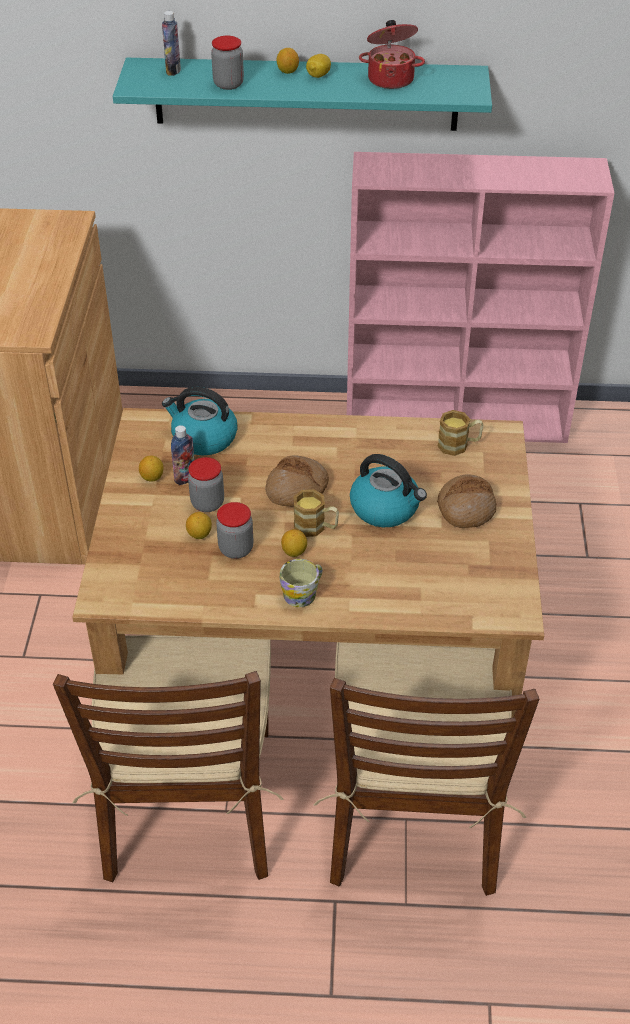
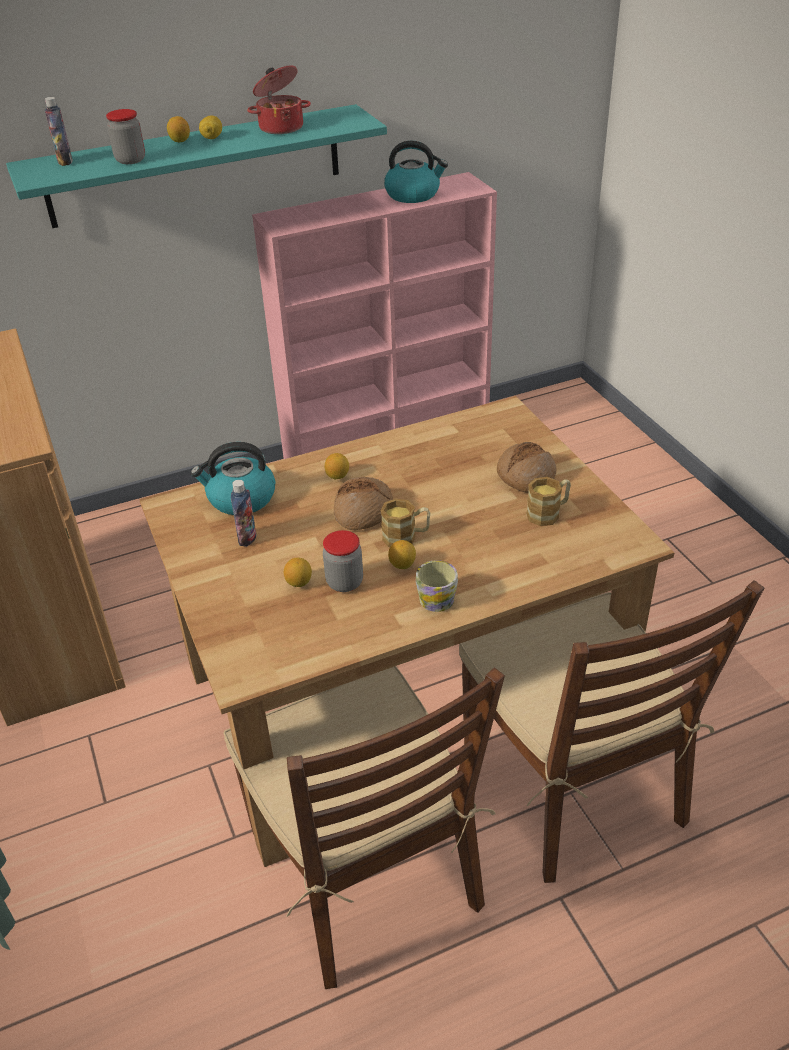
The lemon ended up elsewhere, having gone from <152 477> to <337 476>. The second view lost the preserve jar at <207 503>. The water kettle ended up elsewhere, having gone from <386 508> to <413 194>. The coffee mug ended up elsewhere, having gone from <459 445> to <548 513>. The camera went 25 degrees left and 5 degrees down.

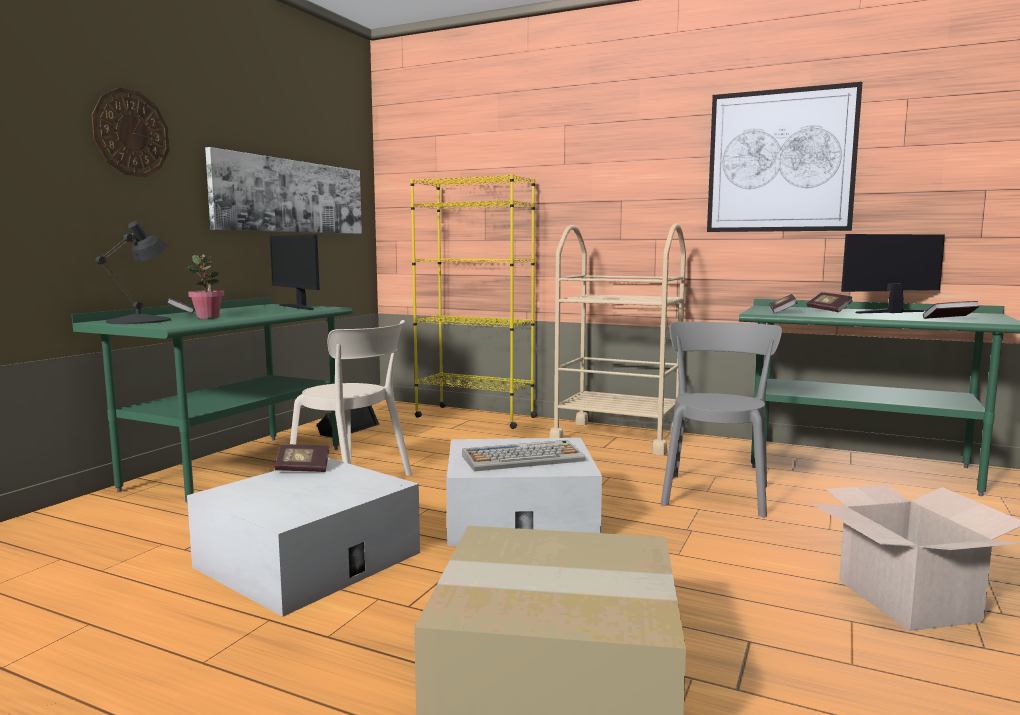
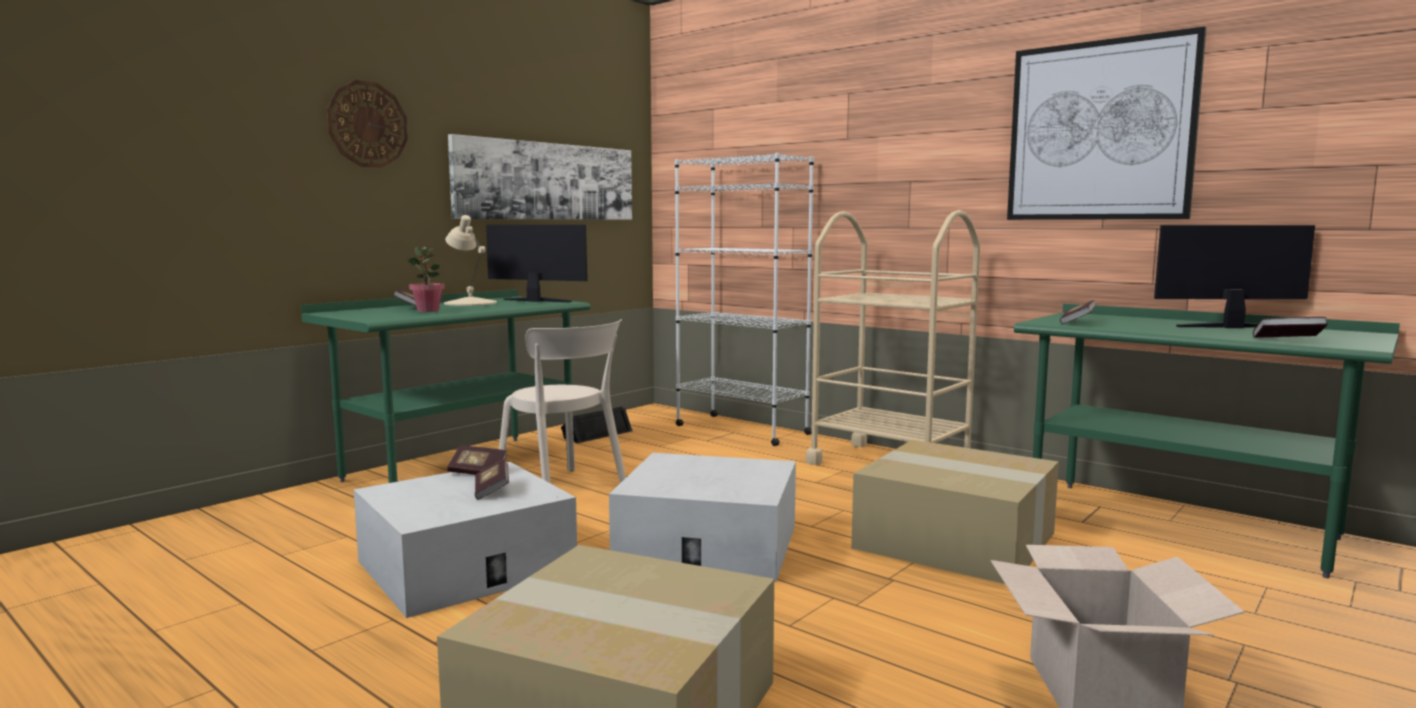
The second view lost the black-coloured tabletop lamp at <140 321>. The computer screen at <298 307> ended up facing another way, 135 degrees clockwise from before. What was the yellow shelving unit at <475 417> turned into the white shelving unit at <741 429>. The second view lost the computer keyboard at <524 458>. Where the grey chair stood at <715 493>, the packing box came to stand at <958 540>. The volume ended up elsewhere, having gone from <828 310> to <492 490>. The second view gained the beige-coloured tabletop lamp at <470 303>. The camera went 15 degrees right and 0 degrees up.

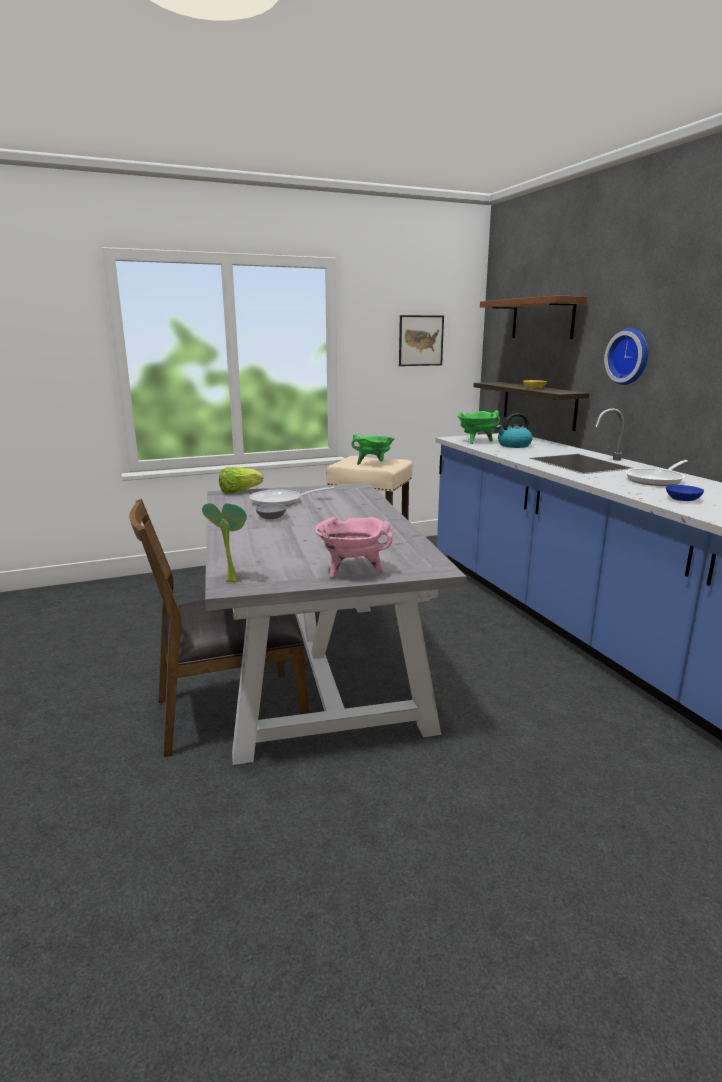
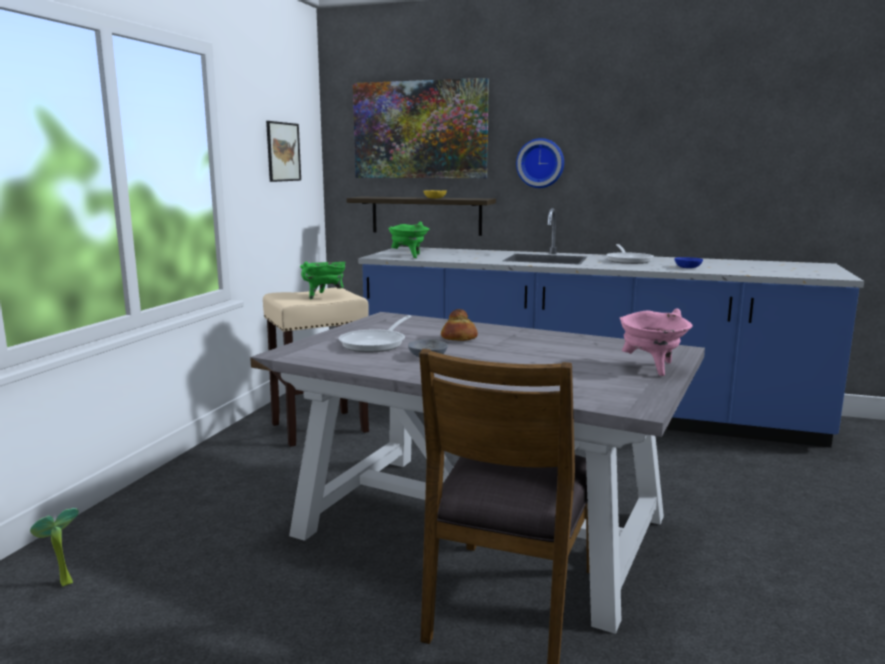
The plant in a pot ended up elsewhere, having gone from <230 579> to <62 583>. The second view lost the lettuce at <239 492>. Where the brown bracket shelf hung at <542 319>, the wall art came to hang at <420 130>. The second view lost the water kettle at <513 445>. The second view gained the bakery bread at <459 338>. The camera went 50 degrees left and 5 degrees down.

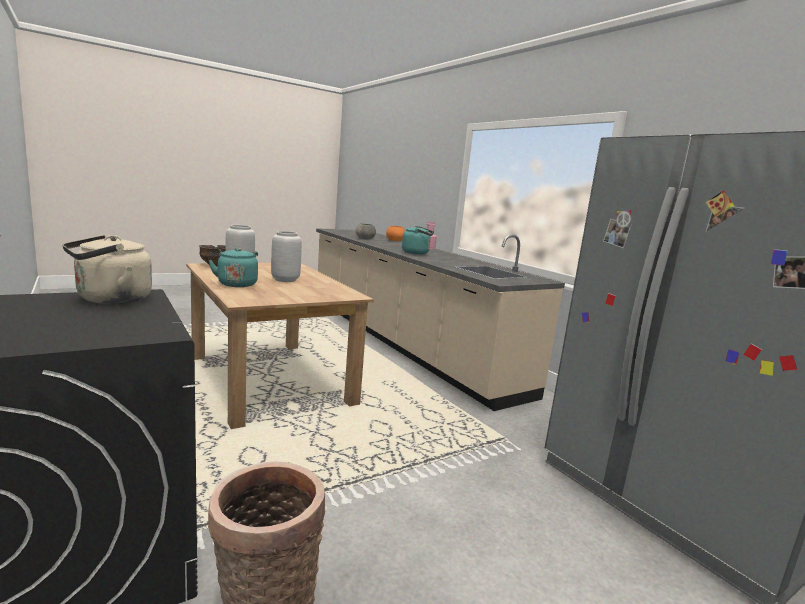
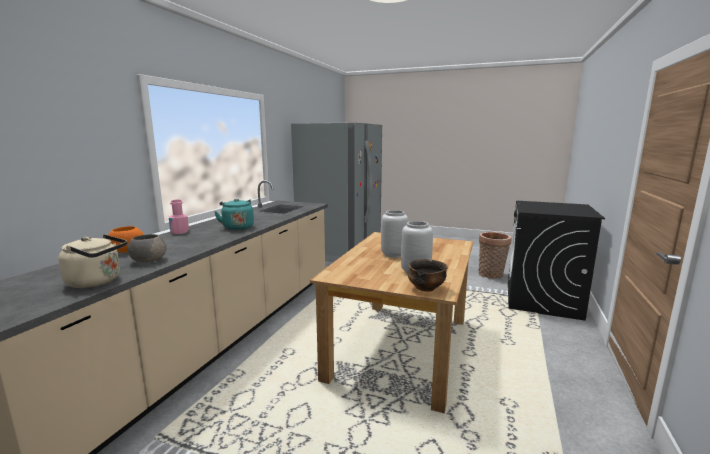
The beige-coloured water kettle ended up elsewhere, having gone from <110 299> to <97 282>. The second view lost the turquoise water kettle at <237 284>. The camera went 125 degrees left and 0 degrees up.

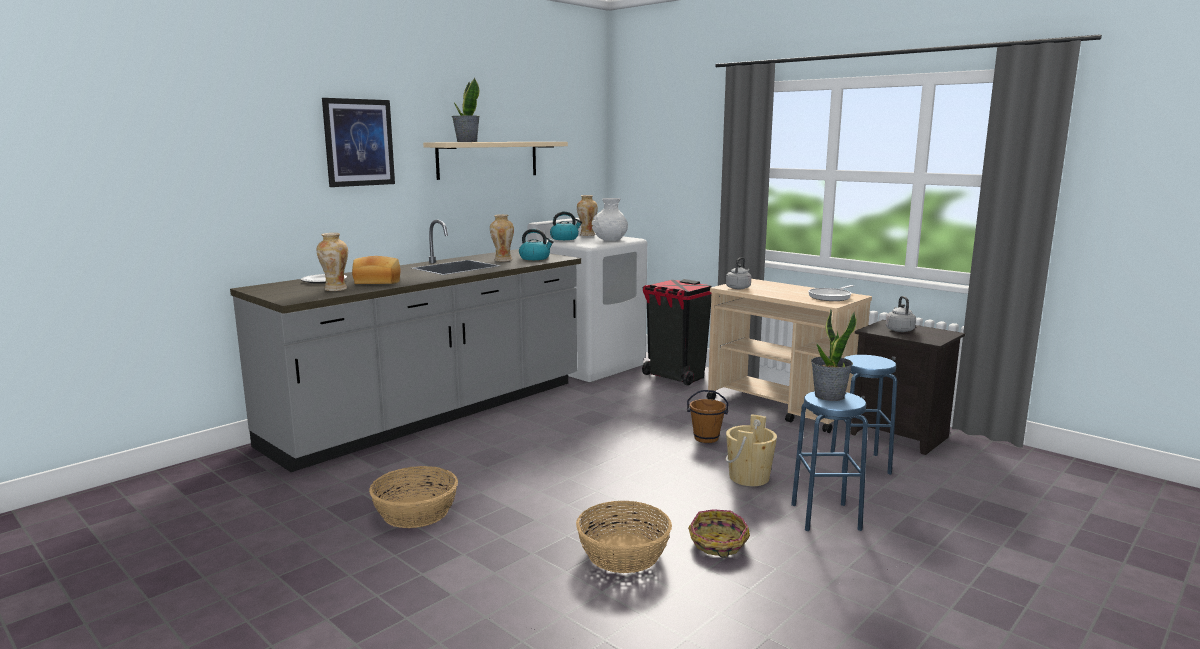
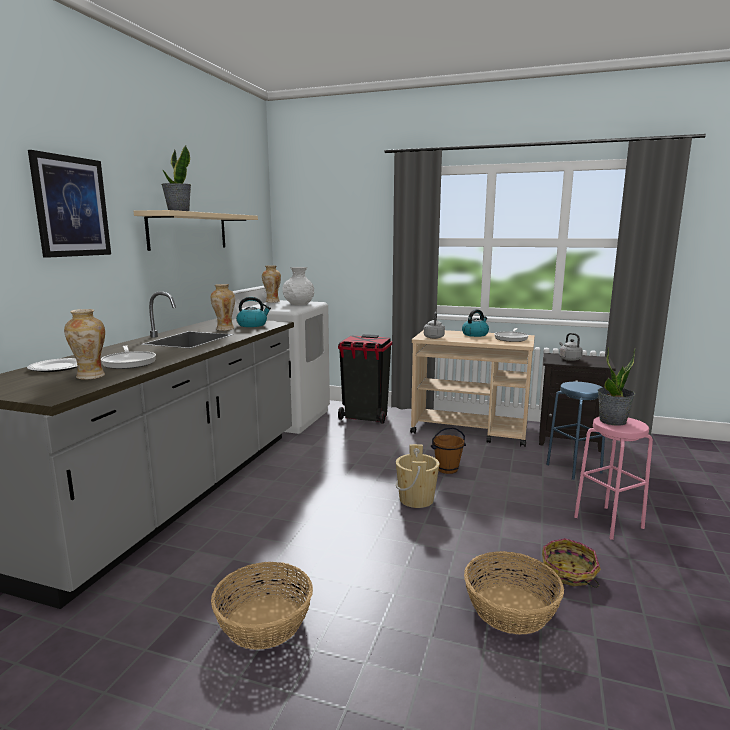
Where the bakery bread stood at <377 282>, the skillet came to stand at <129 362>. The water kettle ended up elsewhere, having gone from <565 238> to <475 334>. The beige-coloured bucket ended up elsewhere, having gone from <749 477> to <416 499>. What was the blue-coloured sitting stool at <825 516> turned into the pinkish sitting stool at <608 522>. The camera went 25 degrees left and 0 degrees up.

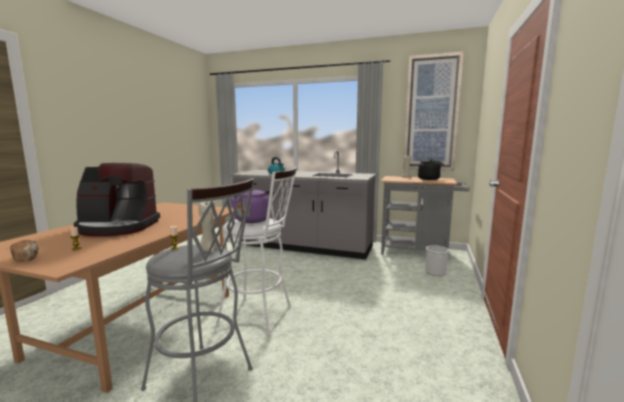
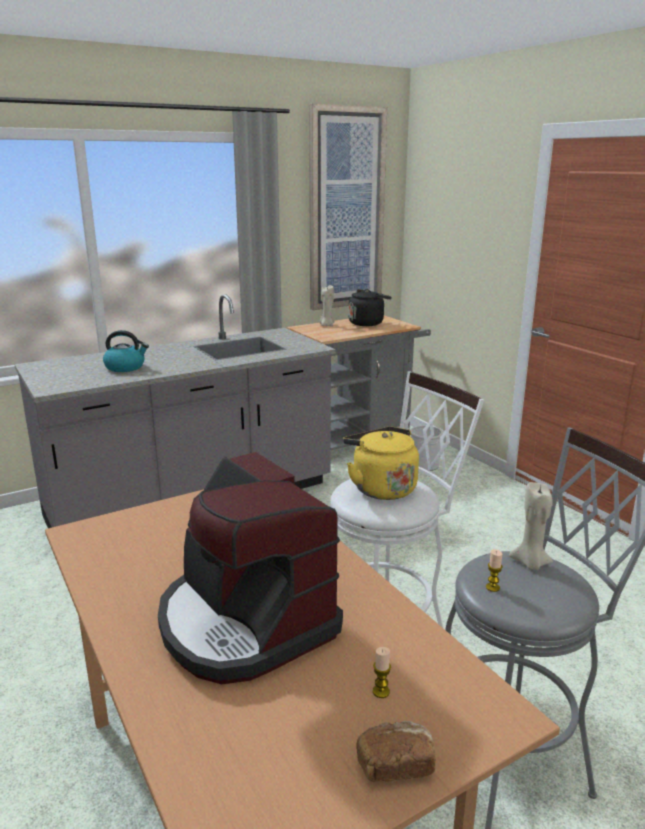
The coffee machine at <117 227> ended up facing another way, 105 degrees clockwise from before. What was the purple-coloured water kettle at <253 219> turned into the yellow water kettle at <381 488>. The camera went 50 degrees left and 10 degrees up.

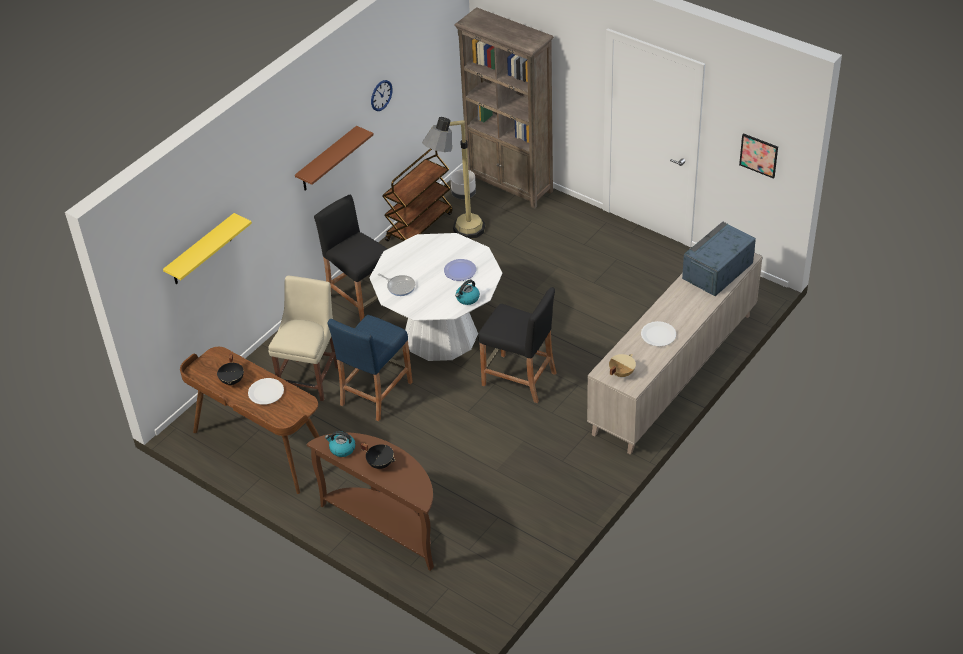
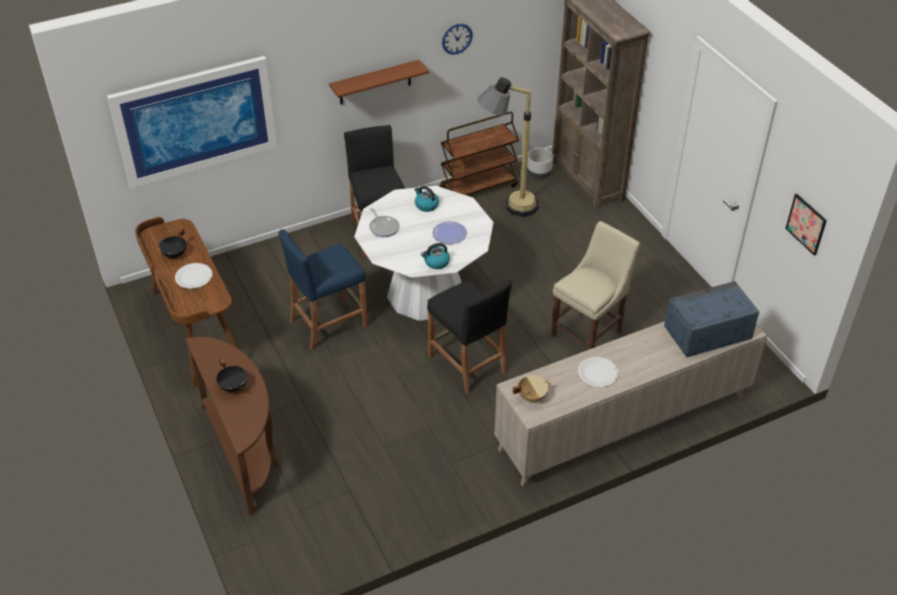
Where the yellow bracket shelf hung at <201 250>, the wall art came to hang at <195 121>. The beige-coloured chair ended up elsewhere, having gone from <311 377> to <589 332>. The water kettle ended up elsewhere, having gone from <342 449> to <426 205>. The camera went 25 degrees right and 0 degrees up.

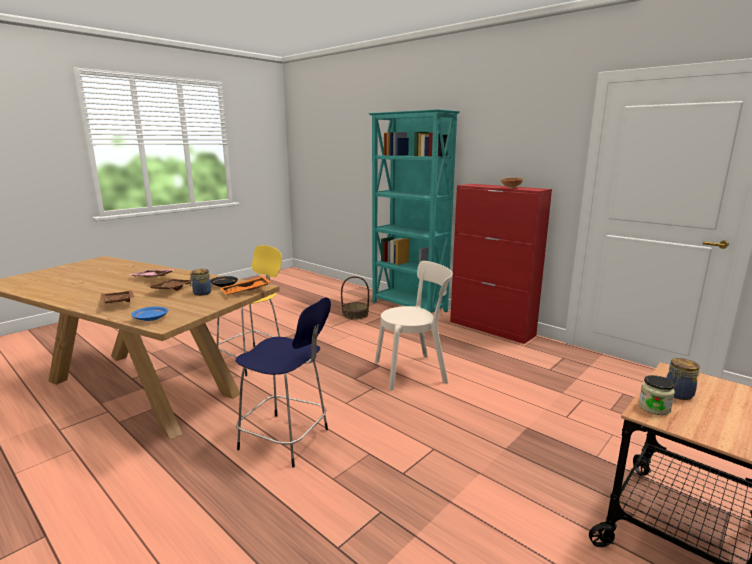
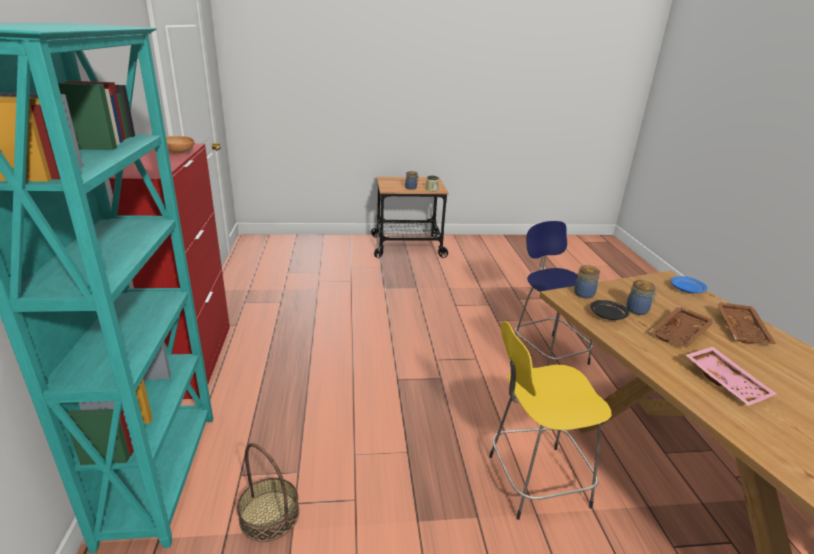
Where the orangey carrying tray stood at <246 292>, the preserve jar came to stand at <583 293>. The second view lost the beige-coloured chair at <413 372>. The camera went 140 degrees left and 10 degrees up.

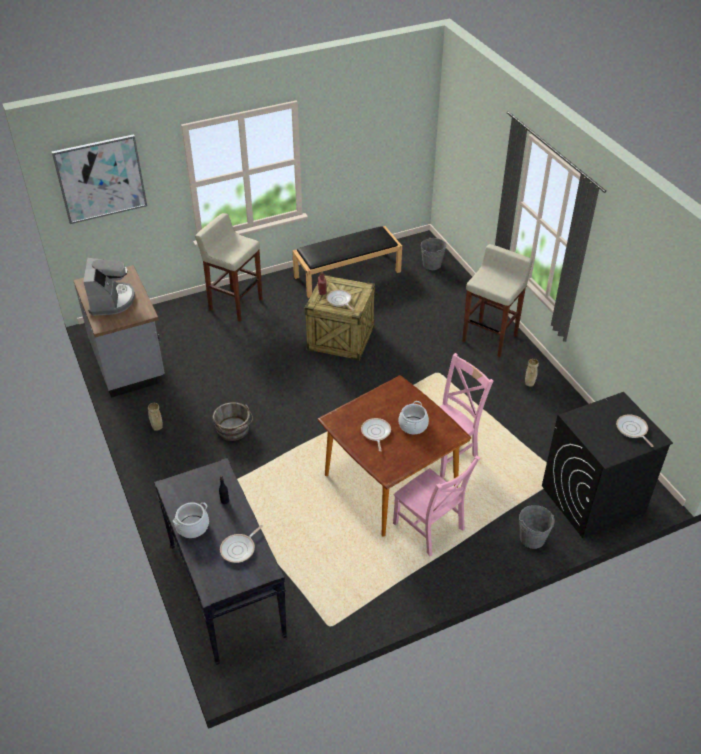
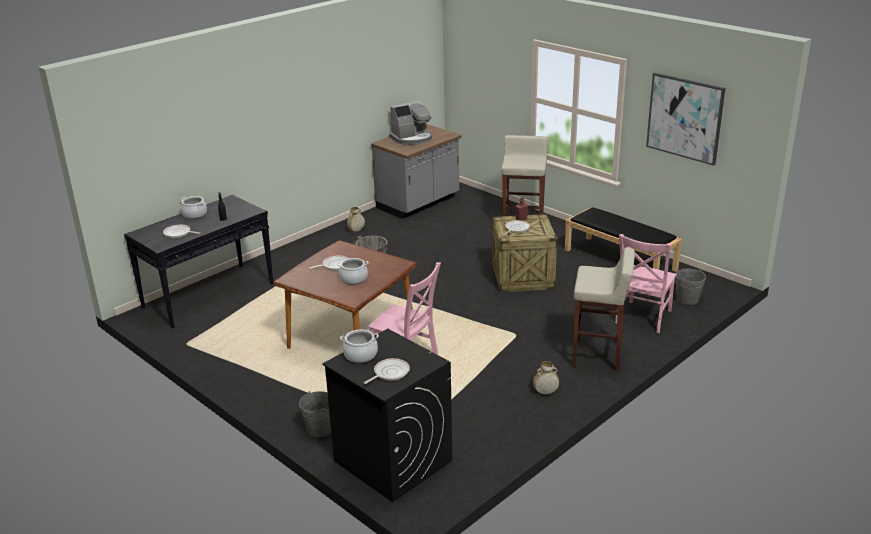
The wall art ended up elsewhere, having gone from <101 179> to <685 118>. The pinkish chair ended up elsewhere, having gone from <430 529> to <642 318>. The second view gained the cooking pot at <360 355>. The camera went 70 degrees right and 15 degrees down.

